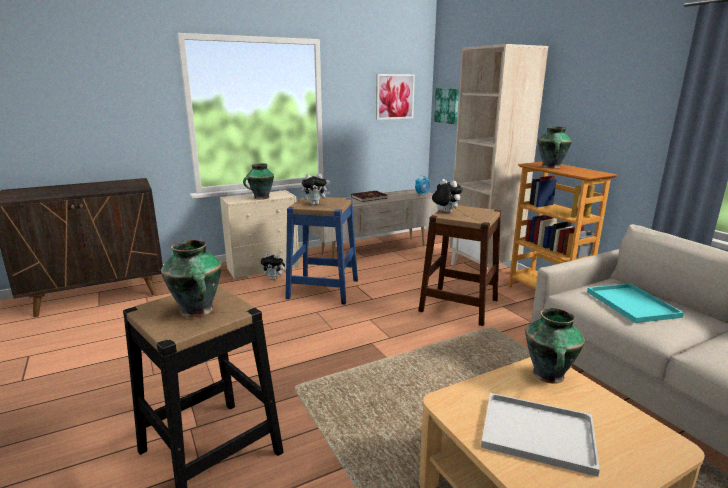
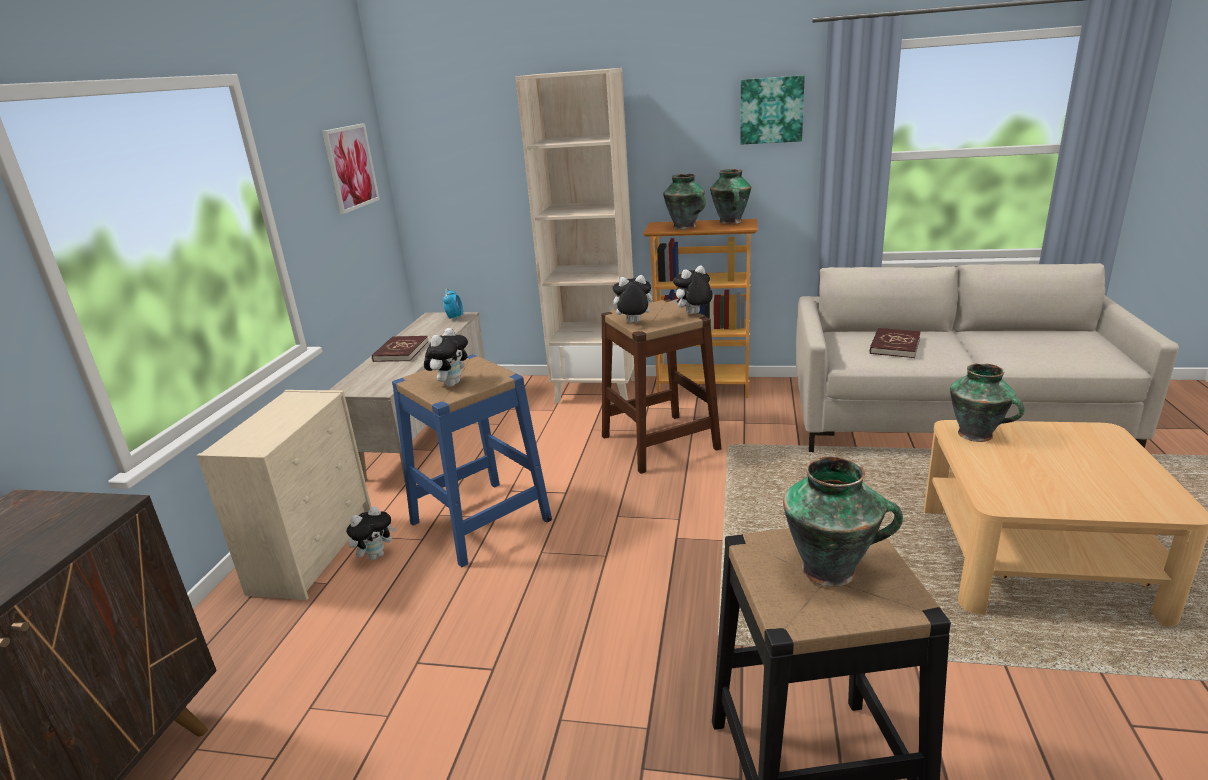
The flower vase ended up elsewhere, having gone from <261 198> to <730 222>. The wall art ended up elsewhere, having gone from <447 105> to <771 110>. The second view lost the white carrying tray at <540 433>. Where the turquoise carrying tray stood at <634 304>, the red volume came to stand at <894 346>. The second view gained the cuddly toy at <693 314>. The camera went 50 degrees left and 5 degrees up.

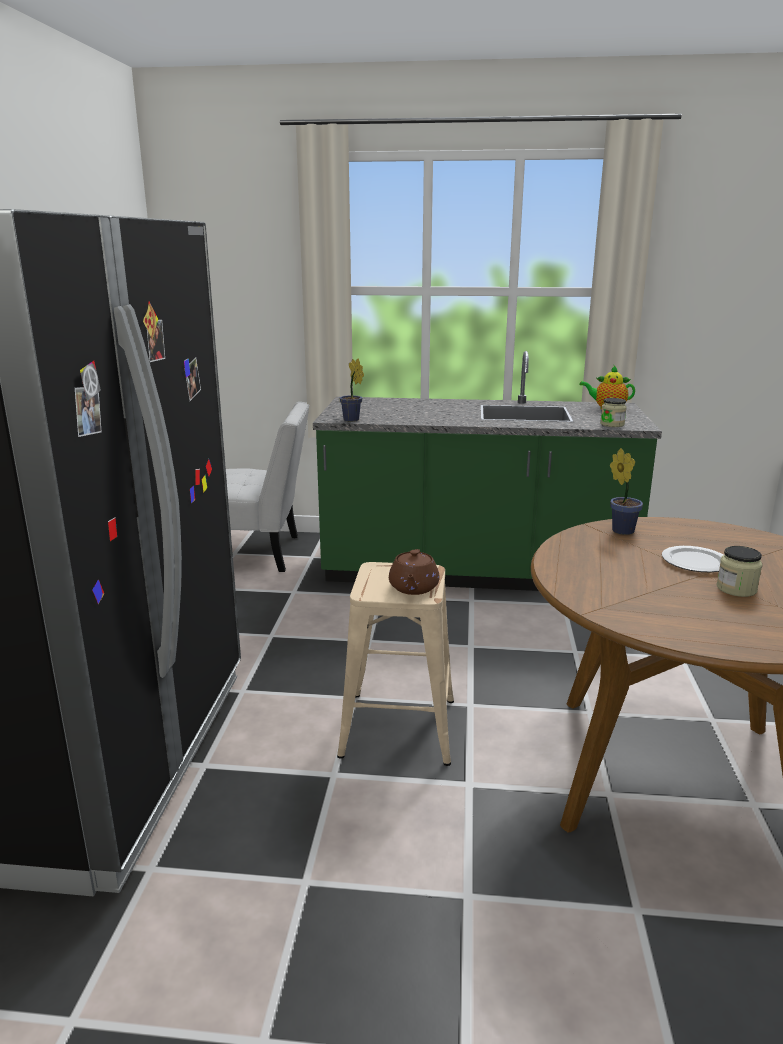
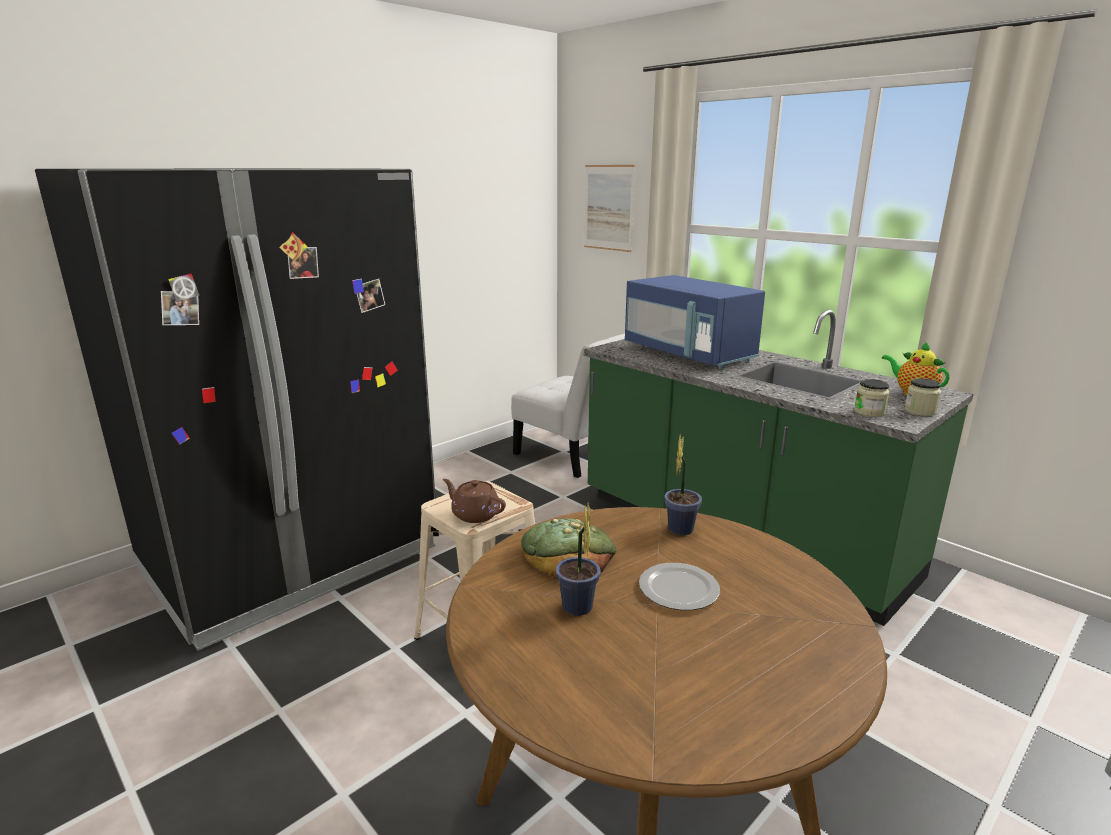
The plant in a pot ended up elsewhere, having gone from <352 420> to <577 609>. The brown pot for tea at <413 588> ended up facing another way, 75 degrees clockwise from before. The preserve jar ended up elsewhere, having gone from <736 589> to <920 411>. The second view gained the bakery bread at <568 554>. The second view gained the wall art at <608 208>. The second view gained the blue-coloured kitchen microwave at <688 354>. The camera went 40 degrees right and 0 degrees up.

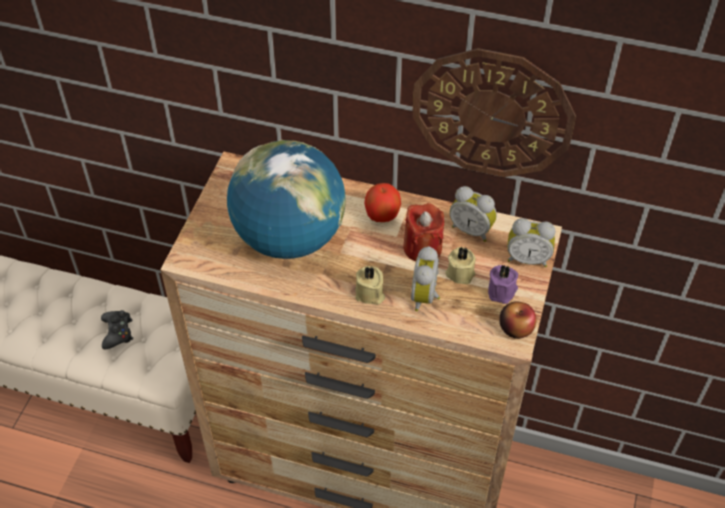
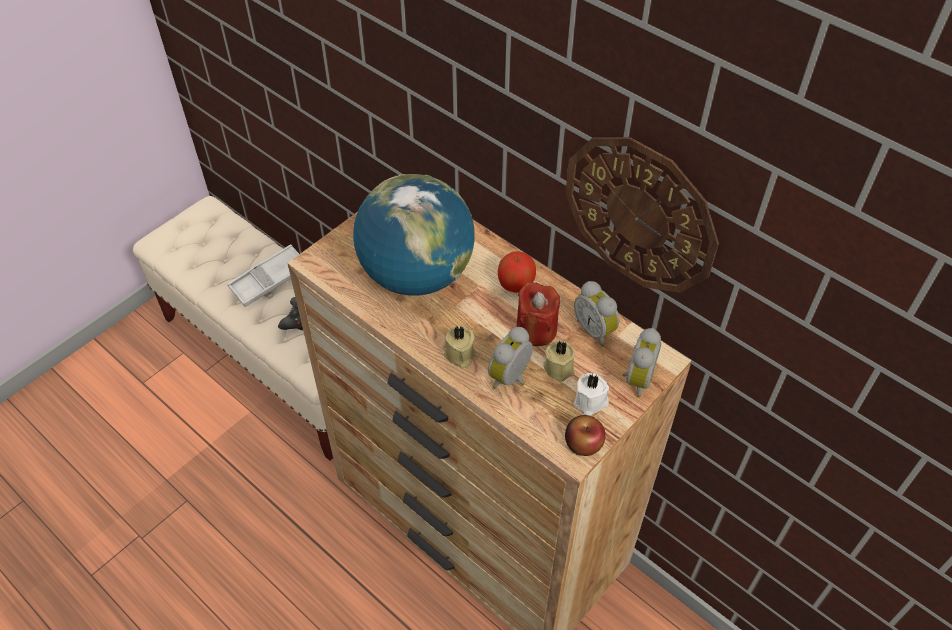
What was the purple-coloured wax light at <502 291> turned into the white wax light at <591 402>. The table clock at <527 258> ended up facing another way, 105 degrees counterclockwise from before. The second view gained the white carrying tray at <269 280>. The camera went 25 degrees right and 0 degrees up.

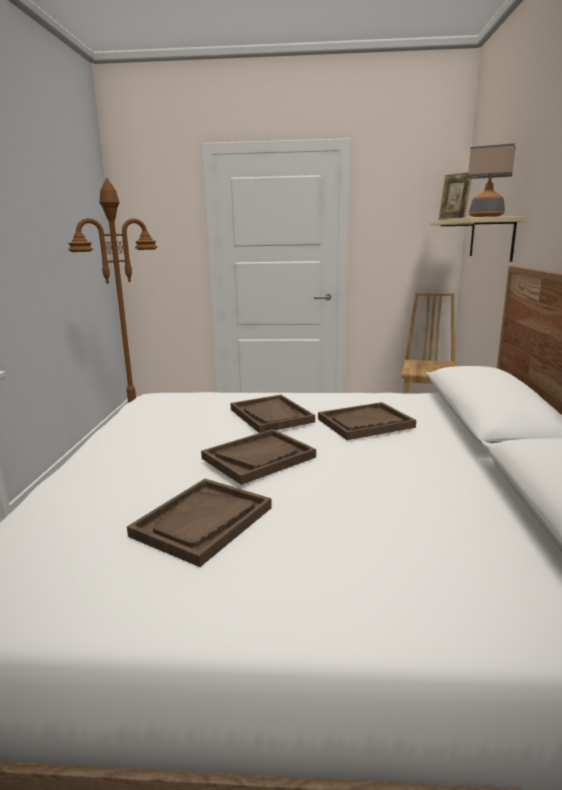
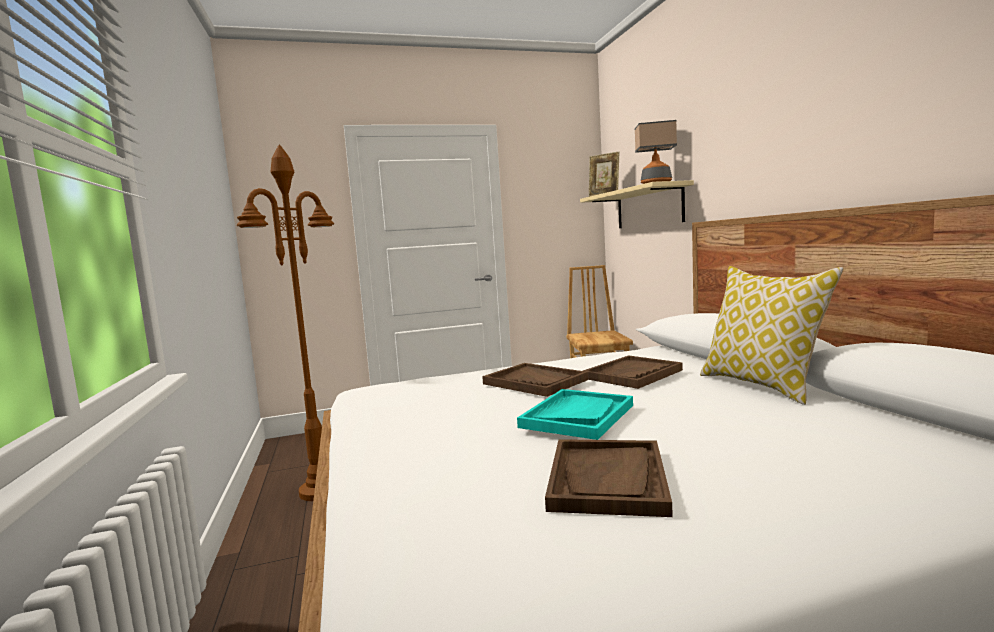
What was the brown carrying tray at <259 458> turned into the turquoise carrying tray at <577 416>. The second view gained the throw pillow at <762 385>. The camera went 20 degrees left and 10 degrees down.

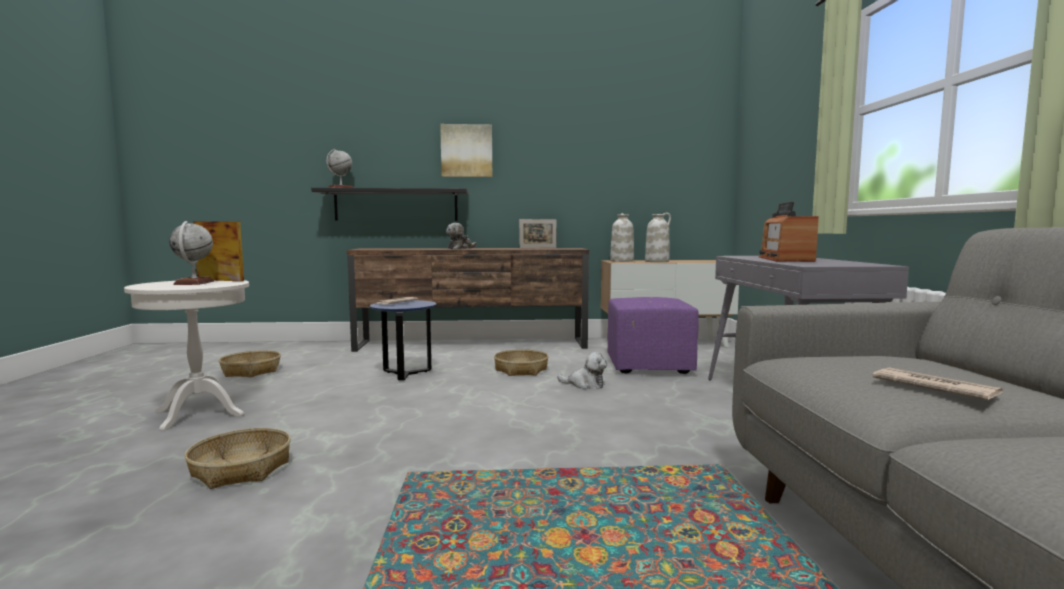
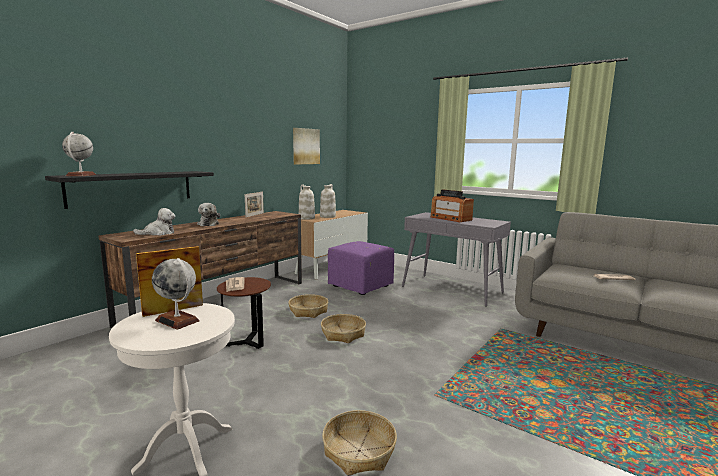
The basket ended up elsewhere, having gone from <251 371> to <343 334>. What was the blue-coloured accent table at <405 374> turned into the brown accent table at <247 342>. The wall art ended up elsewhere, having gone from <466 151> to <305 146>. The cuddly toy ended up elsewhere, having gone from <585 384> to <158 233>. The camera went 50 degrees left and 5 degrees up.

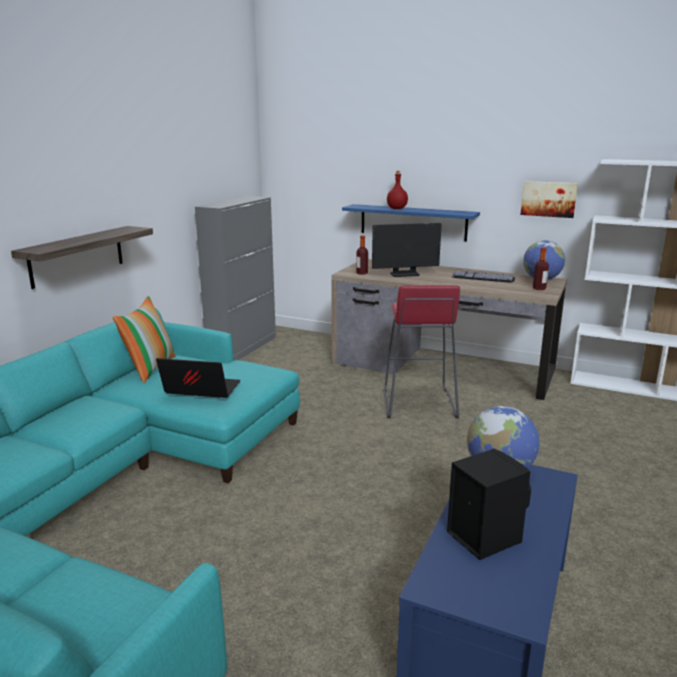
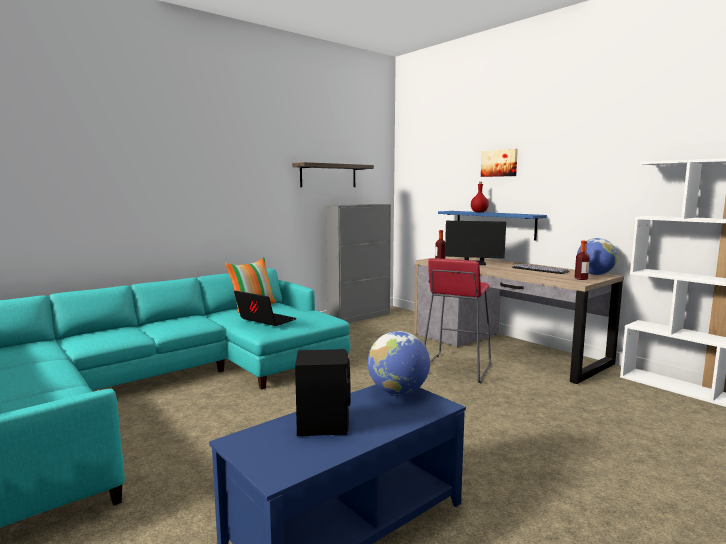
The bracket shelf ended up elsewhere, having gone from <77 256> to <328 175>. The wall art ended up elsewhere, having gone from <548 199> to <499 163>. The camera went 25 degrees right and 10 degrees down.

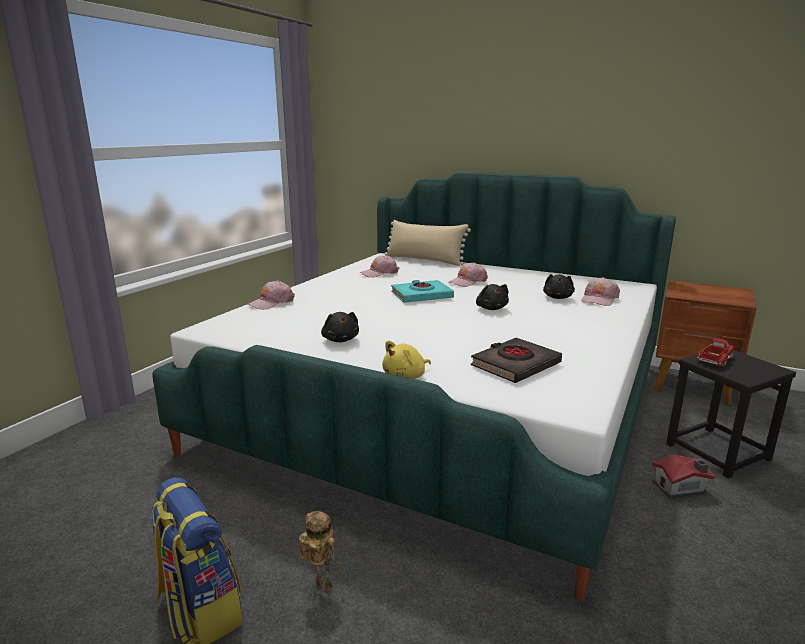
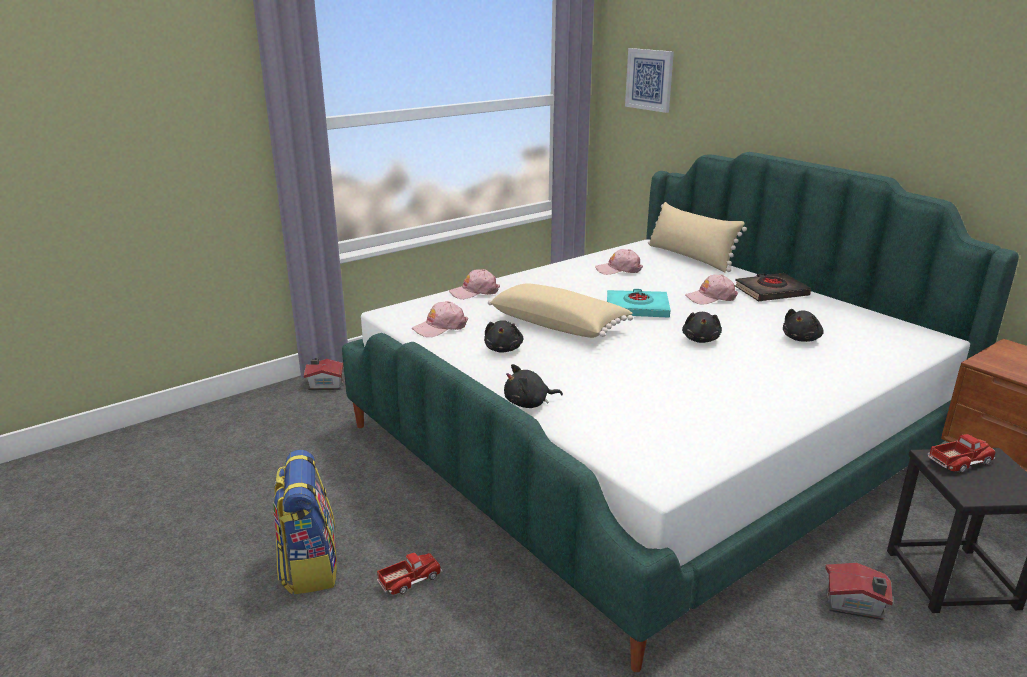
Where the model robot stood at <321 587>, the toy truck came to stand at <410 579>. What was the yellow cuddly toy at <406 376> turned into the black-coloured cuddly toy at <529 403>. The black-coloured volume ended up elsewhere, having gone from <515 365> to <771 292>. The pinkish peaked cap ended up elsewhere, having gone from <599 299> to <440 327>. The second view gained the toy house at <325 384>. The second view gained the beige-coloured throw pillow at <559 325>. The second view gained the wall art at <649 79>. The camera went 25 degrees right and 5 degrees up.

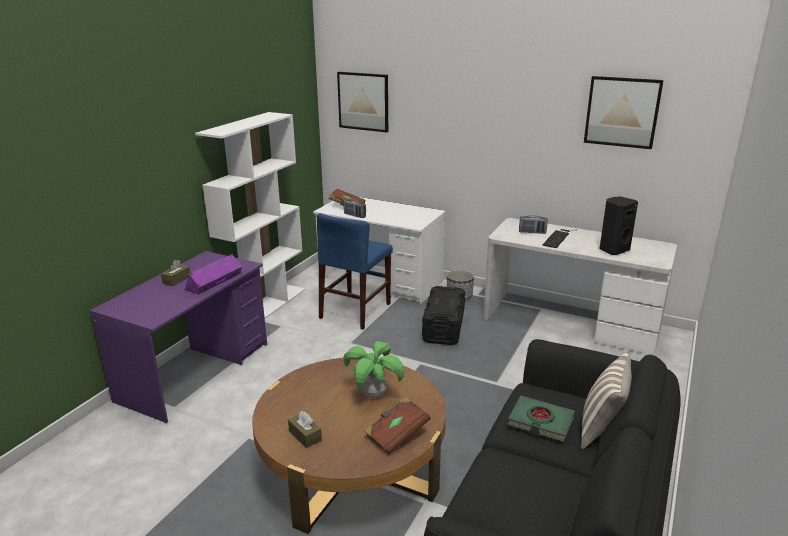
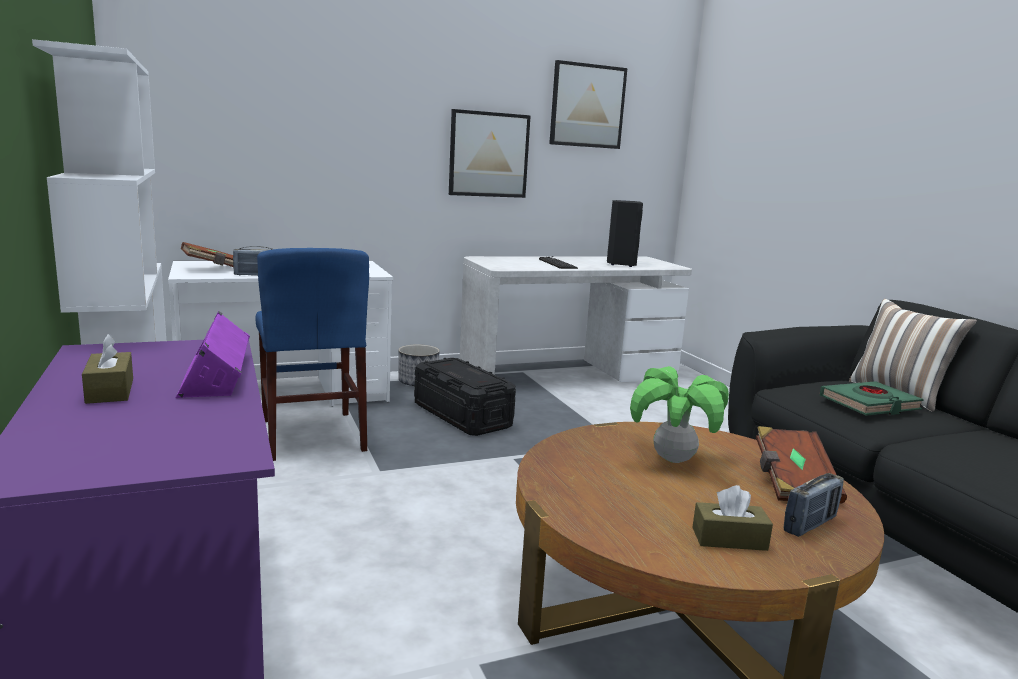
The wall art ended up elsewhere, having gone from <363 101> to <488 154>. The radio receiver ended up elsewhere, having gone from <532 232> to <810 524>. The camera went 50 degrees left and 10 degrees down.

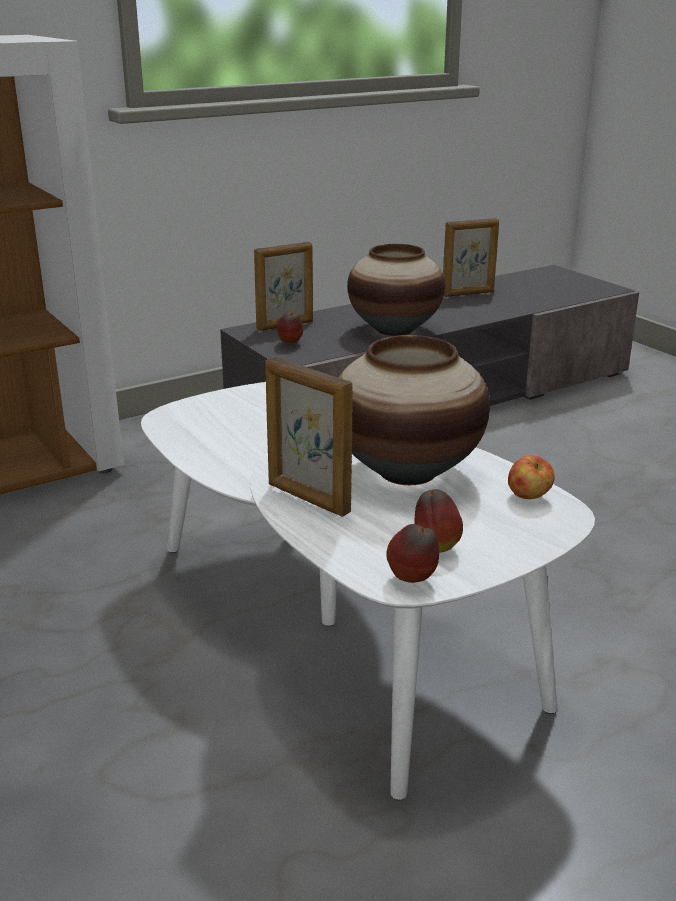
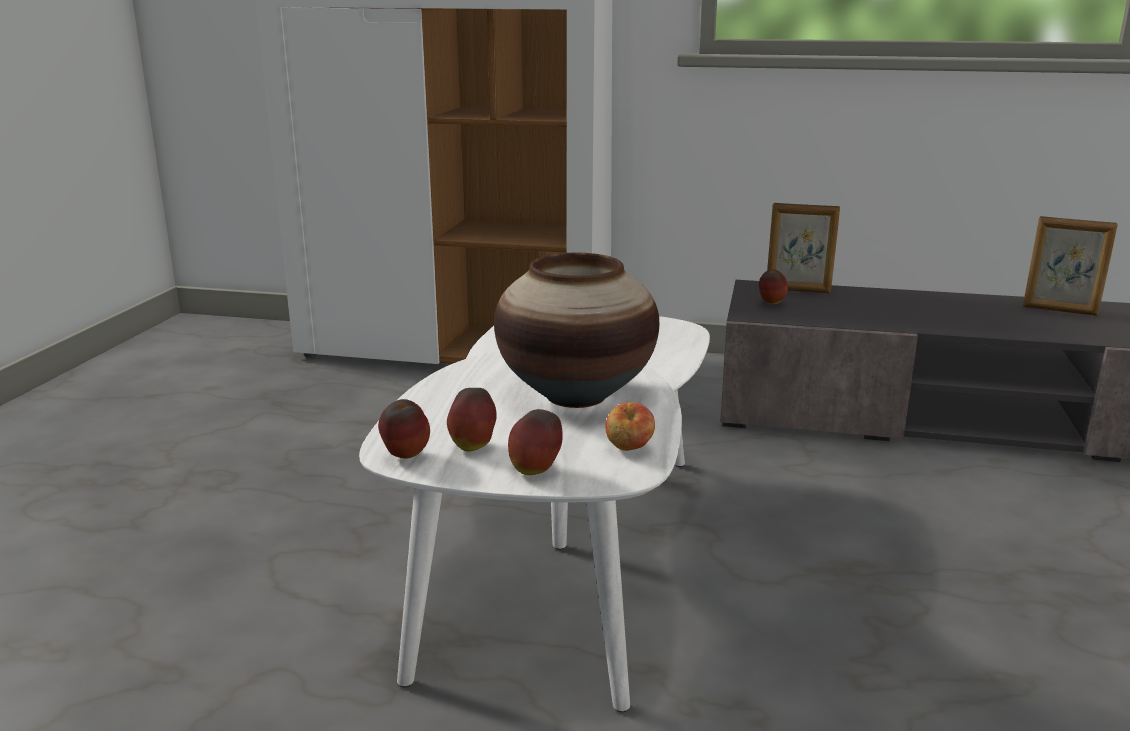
The second view lost the standing frame at <307 499>. The second view lost the flower vase at <394 330>. The second view gained the apple at <536 471>. The camera went 45 degrees right and 5 degrees down.

